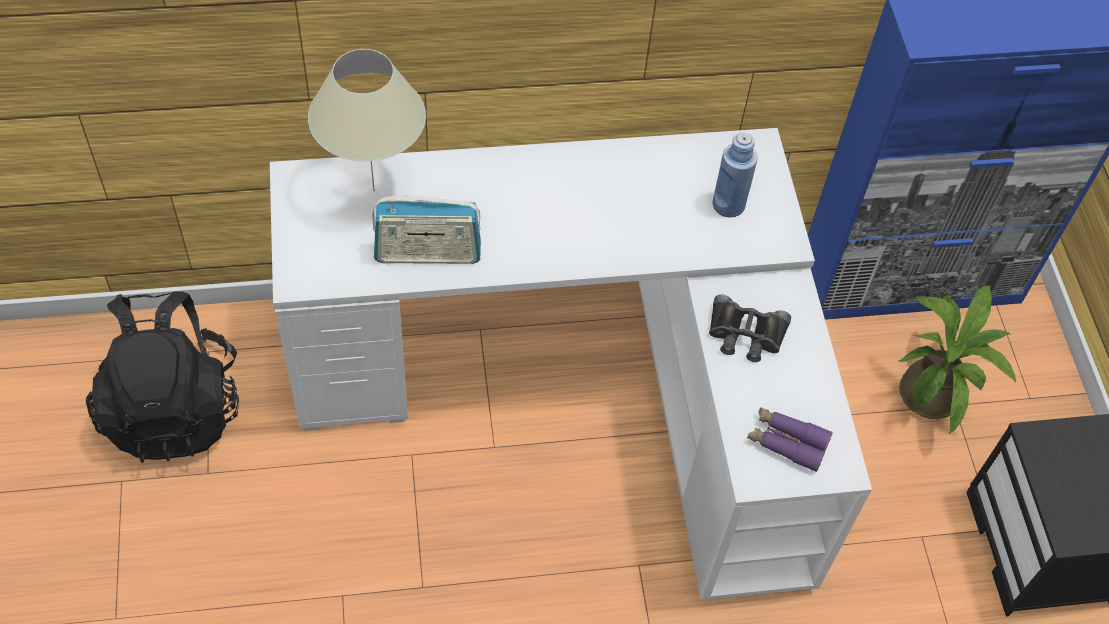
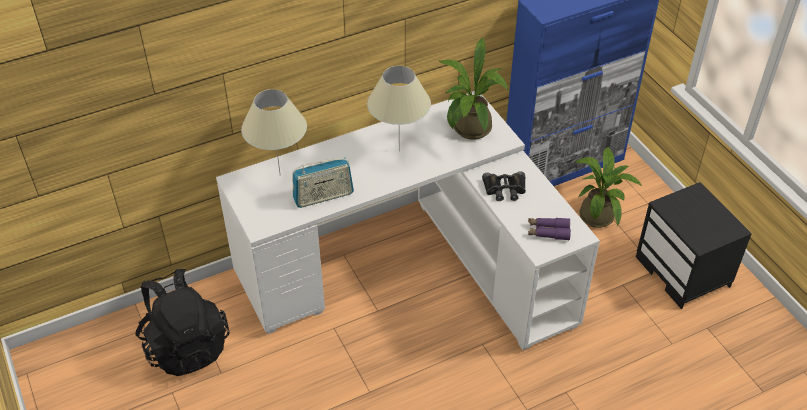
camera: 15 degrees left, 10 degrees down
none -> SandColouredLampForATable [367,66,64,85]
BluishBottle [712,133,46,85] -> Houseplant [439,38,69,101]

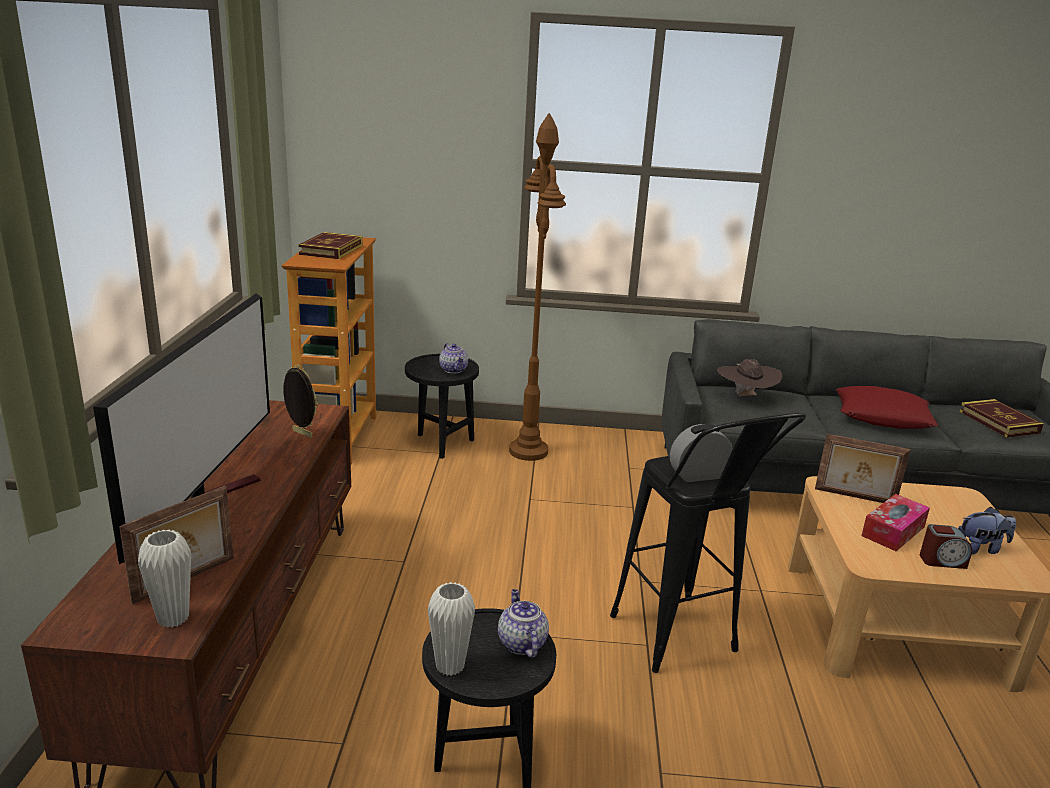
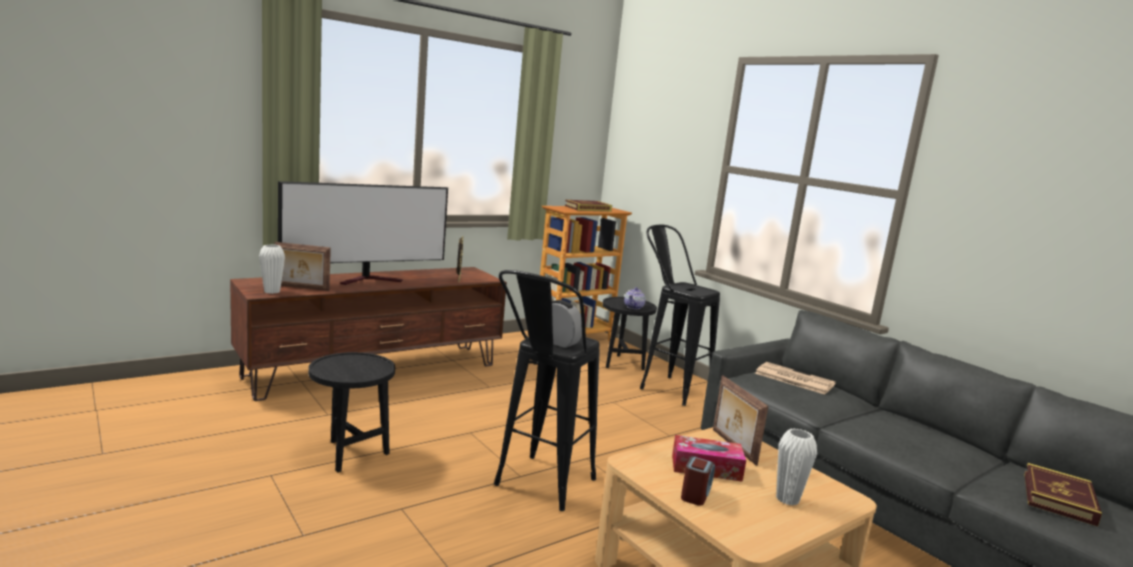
camera: 50 degrees right, 10 degrees down
BrownishStandardLamp [509,113,57,348] -> BlackishSittingStool [640,225,80,181]
AlarmClock [920,524,52,45] -> AlarmClock [681,456,34,50], 120 degrees counterclockwise
BrownishWearableHat [717,359,65,37] -> PrintedPaper [755,362,81,32]
WhiteColouredFlowerVase [428,582,47,94] -> WhiteColouredFlowerVase [776,428,41,78], move
TeaPot [498,589,51,69] -> none
RedColouredPillow [836,386,102,43] -> none
PlushToy [958,507,58,47] -> none

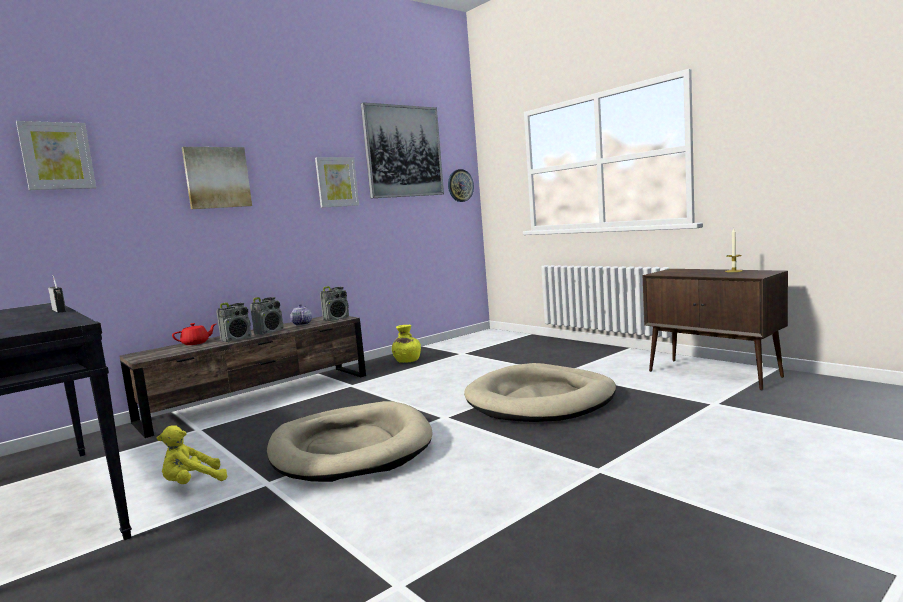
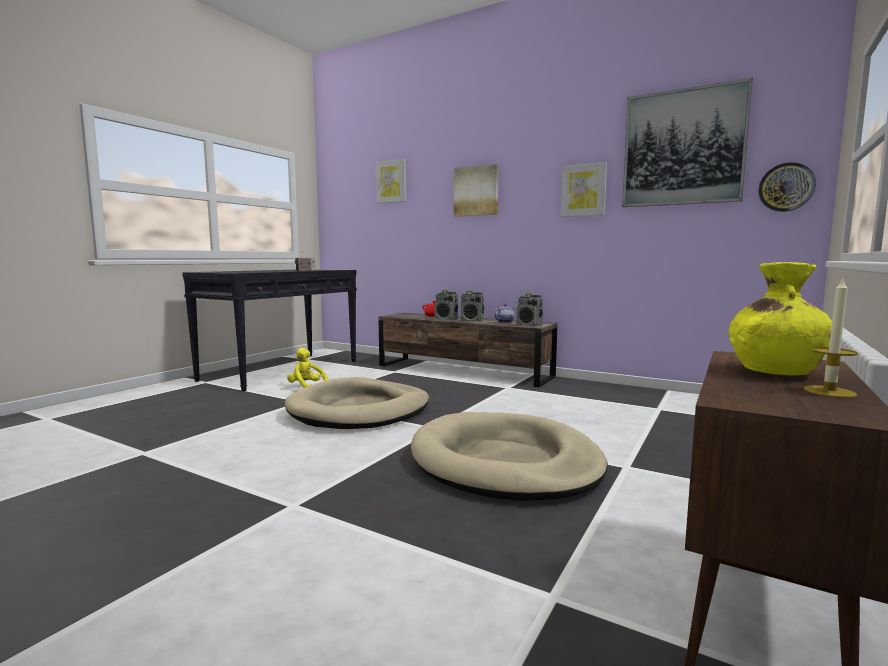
camera: 70 degrees right, 0 degrees up
YellowishFlowerVase [392,325,29,38] -> YellowishFlowerVase [729,262,103,113], move

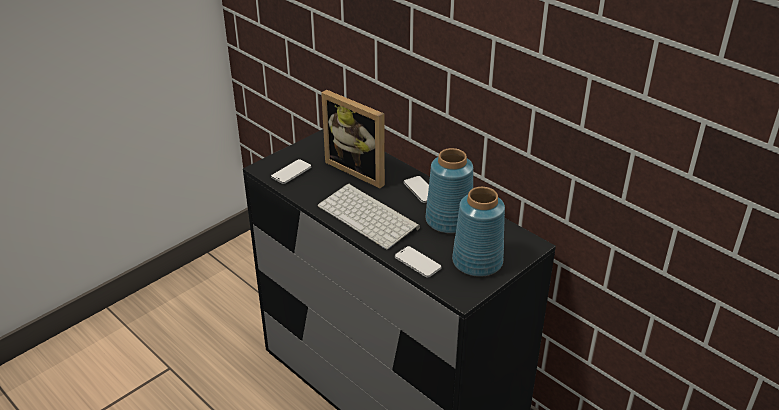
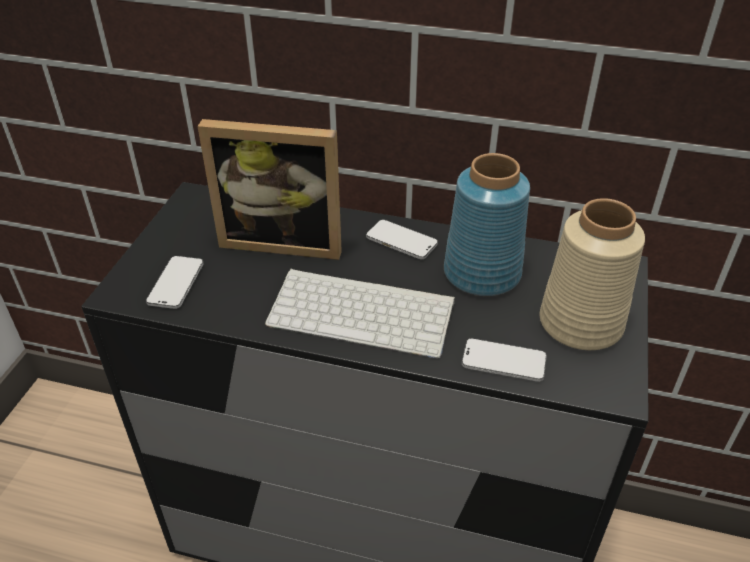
camera: 30 degrees left, 5 degrees up
BluishFlowerVase [452,187,53,90] -> SandColouredFlowerVase [540,198,105,152]

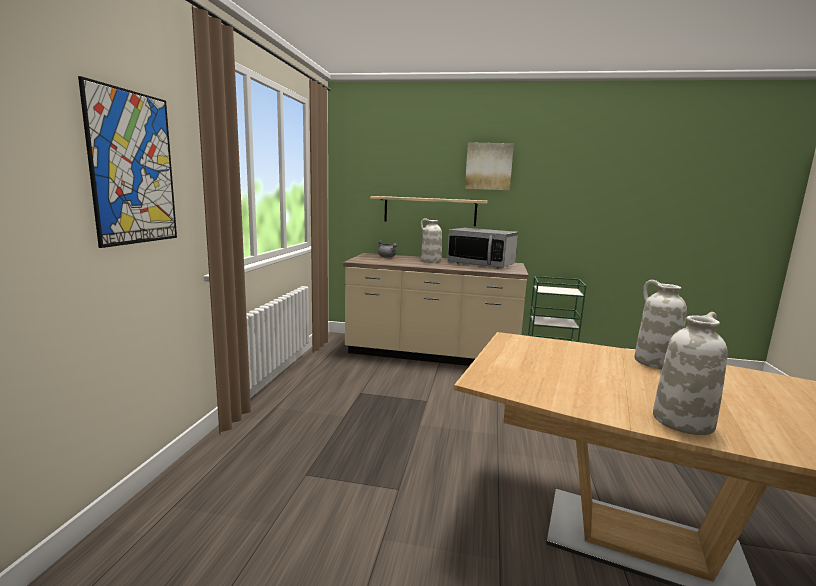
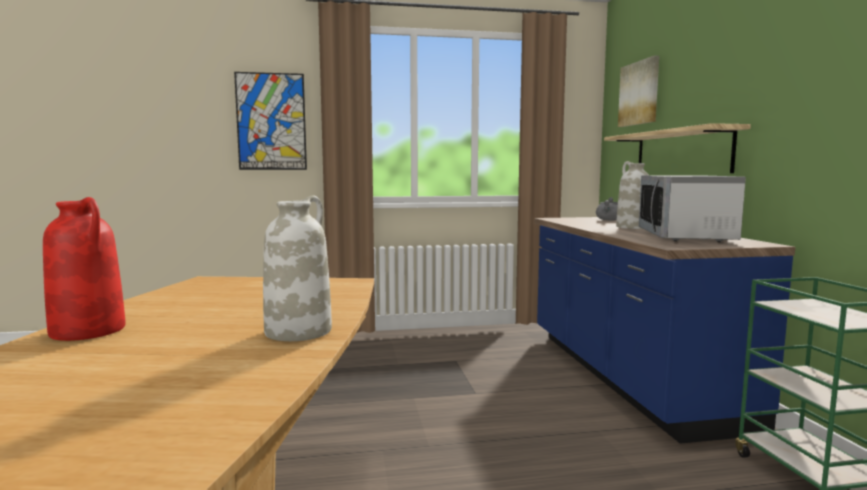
camera: 70 degrees right, 5 degrees down
WhiteColouredFlowerVase [653,312,75,123] -> RedColouredFlowerVase [43,197,83,144]
SandColouredCounter [343,253,186,113] -> BluishCounter [534,217,261,227]
WallPicture [465,142,49,48] -> WallPicture [618,56,41,71], move

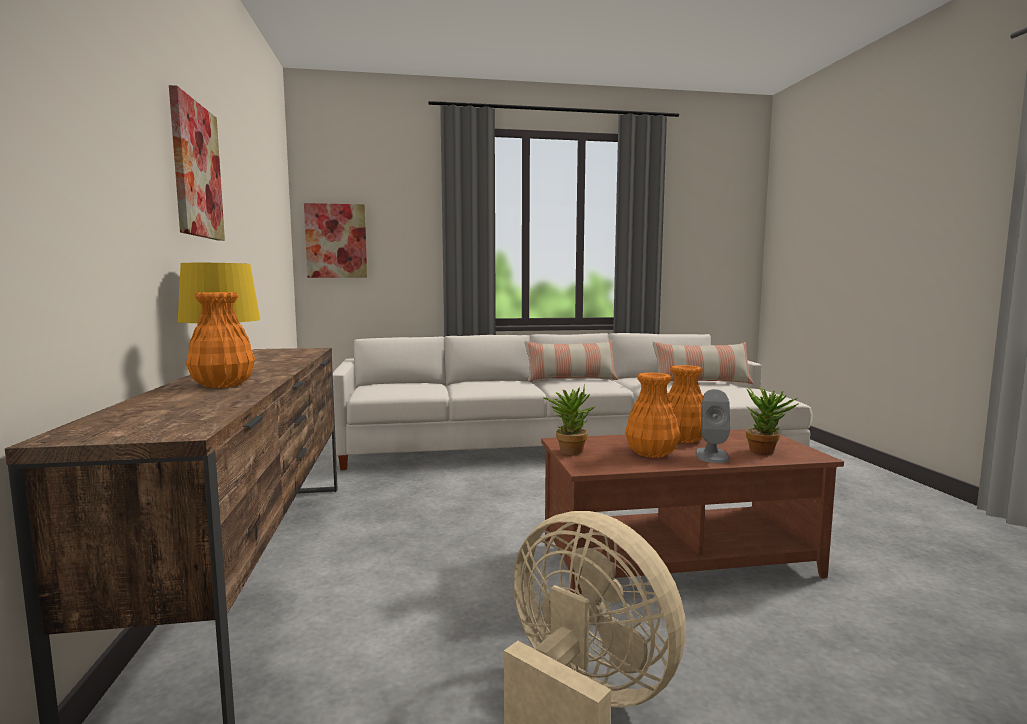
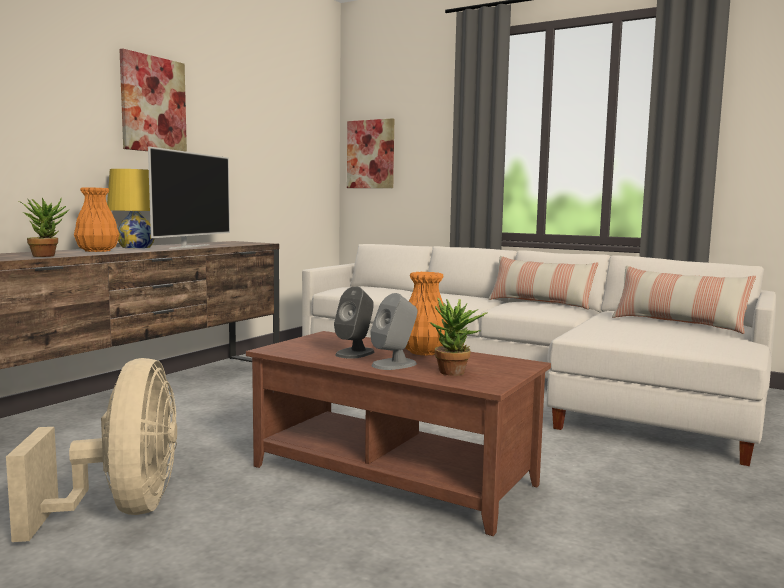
camera: 40 degrees right, 0 degrees up
Houseplant [543,384,52,71] -> Houseplant [19,198,50,59], move
none -> Television [148,146,82,103]
OrangeyFlowerVase [625,372,55,86] -> GraySpeaker [334,286,40,73]

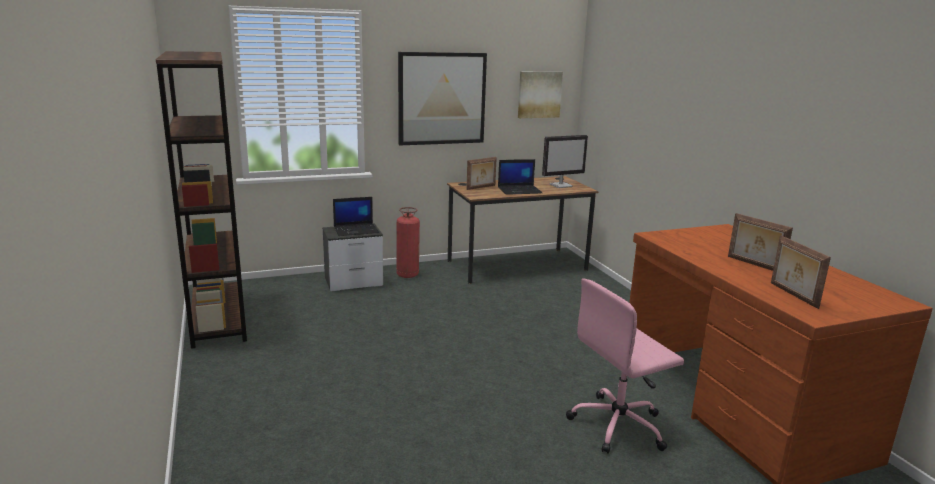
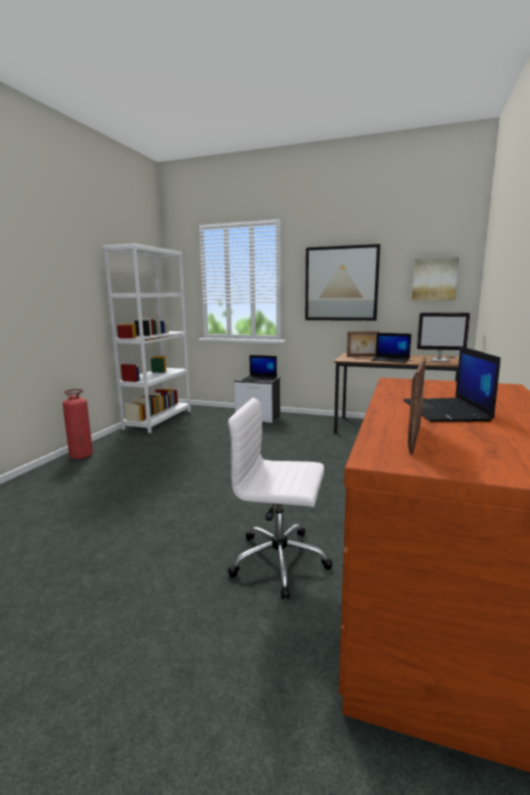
camera: 40 degrees right, 5 degrees down
Extinguisher [396,207,24,71] -> Extinguisher [63,389,30,70], move
BrownishBookshelf [156,51,91,298] -> WhiteColouredBookshelf [103,243,88,190]
PinkComputerChair [566,279,118,175] -> WhiteColouredComputerChair [228,398,105,202]
PictureFrame [728,213,65,58] -> NotebookComputer [403,346,98,76]

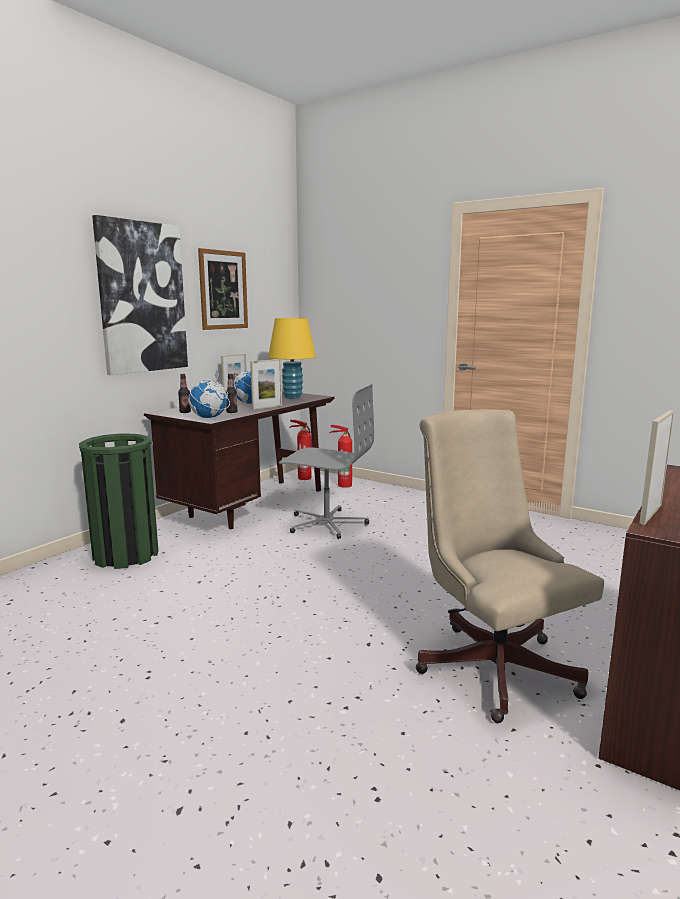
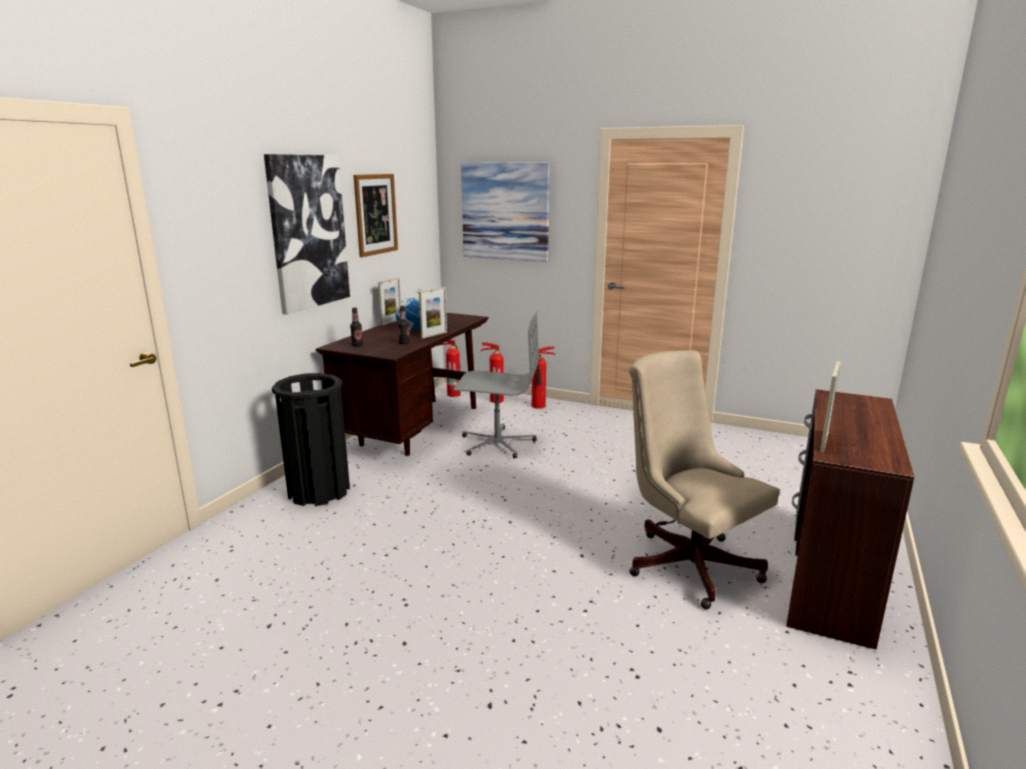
camera: 10 degrees left, 5 degrees up
GreenRubbishBin [79,433,79,136] -> BlackishRubbishBin [272,373,78,133]
none -> WallPicture [461,162,89,100]
none -> Extinguisher [532,346,23,63]
DeskGlobe [189,370,41,48] -> none
YellowishLampForATable [268,318,48,80] -> none

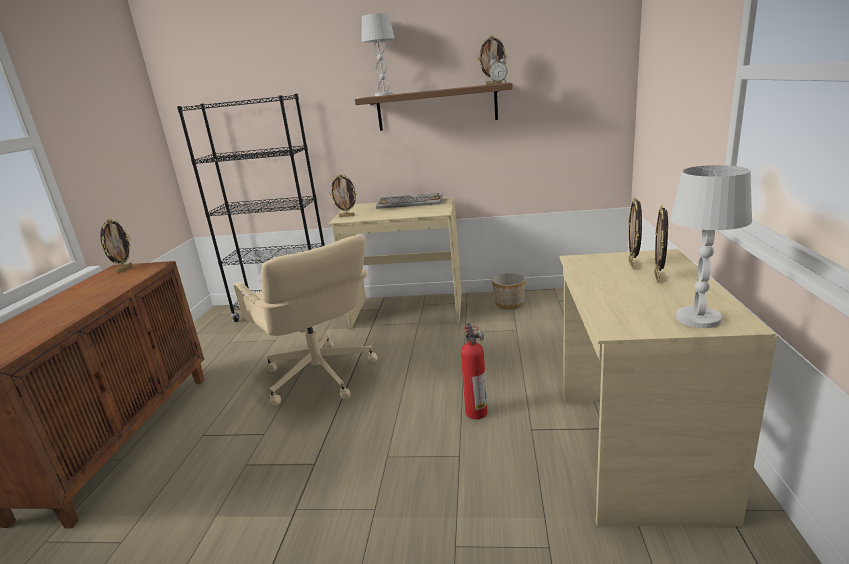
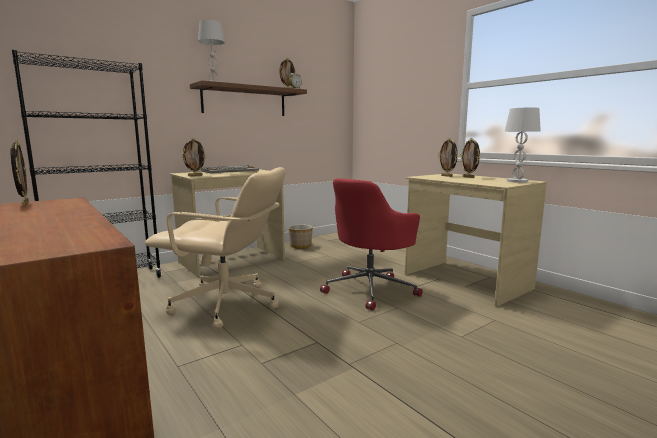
camera: 45 degrees left, 10 degrees down
Extinguisher [461,323,27,96] -> RedColouredComputerChair [320,178,103,133]

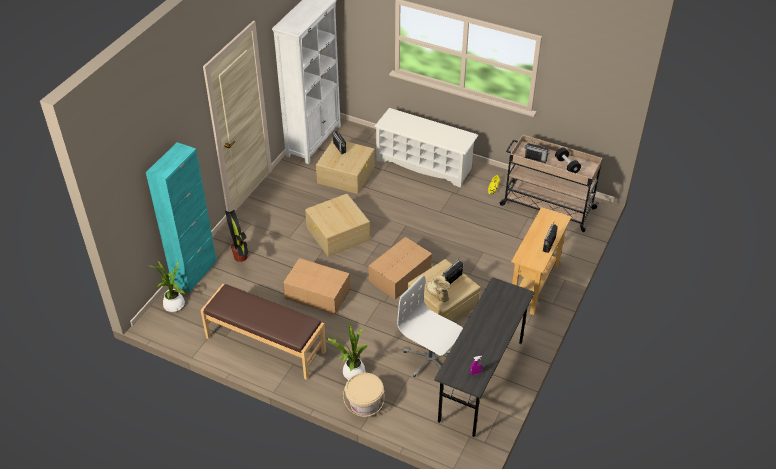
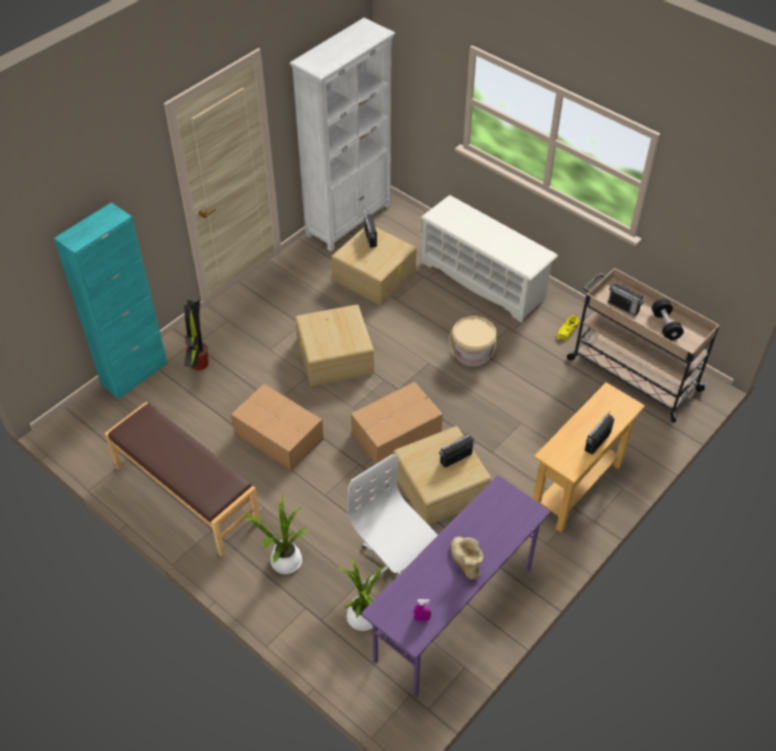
camera: 15 degrees right, 5 degrees up
Houseplant [150,260,35,52] -> Houseplant [337,557,47,74], move
GrayDesk [435,277,100,160] -> PurpleDesk [362,475,189,222]
SandColouredWaterBucket [343,373,42,44] -> SandColouredWaterBucket [449,316,48,51], move
TallBoot [426,276,24,26] -> TallBoot [451,536,33,43], move

